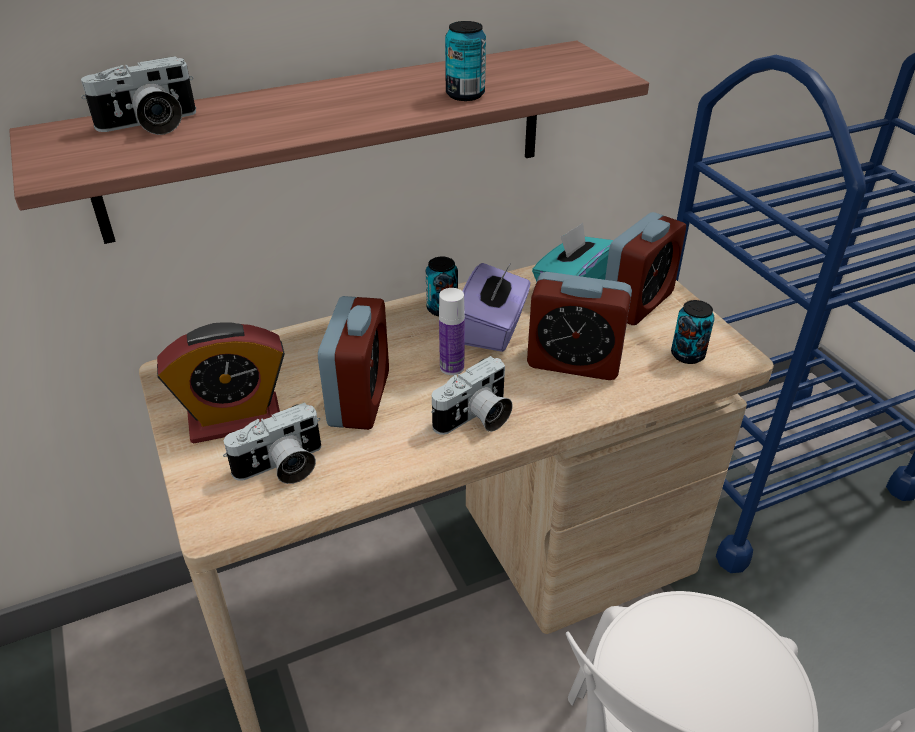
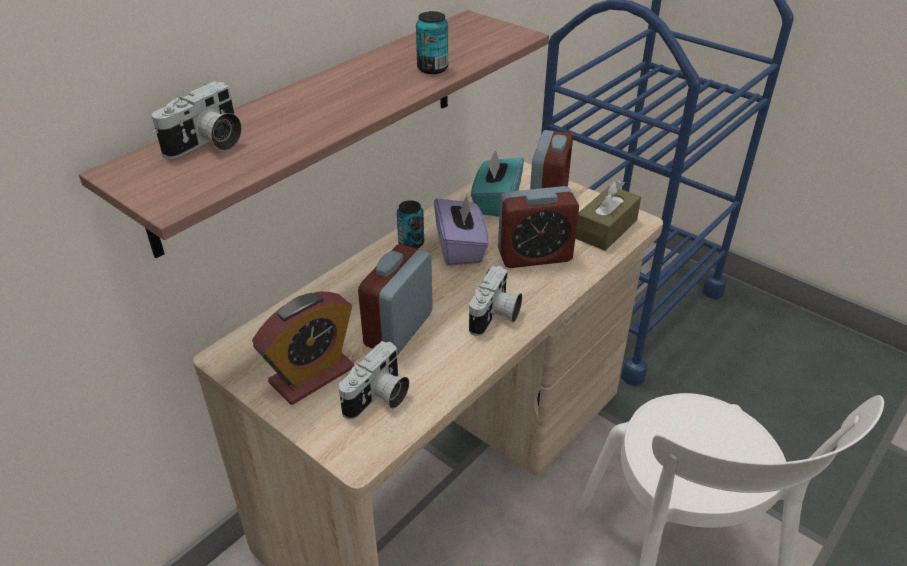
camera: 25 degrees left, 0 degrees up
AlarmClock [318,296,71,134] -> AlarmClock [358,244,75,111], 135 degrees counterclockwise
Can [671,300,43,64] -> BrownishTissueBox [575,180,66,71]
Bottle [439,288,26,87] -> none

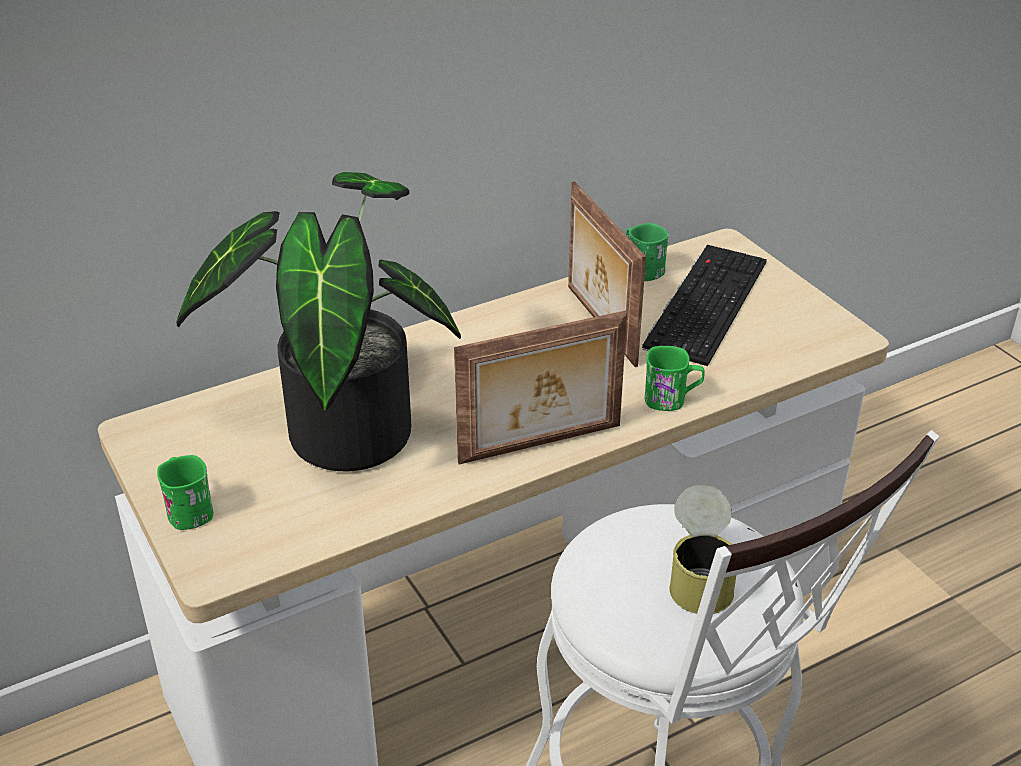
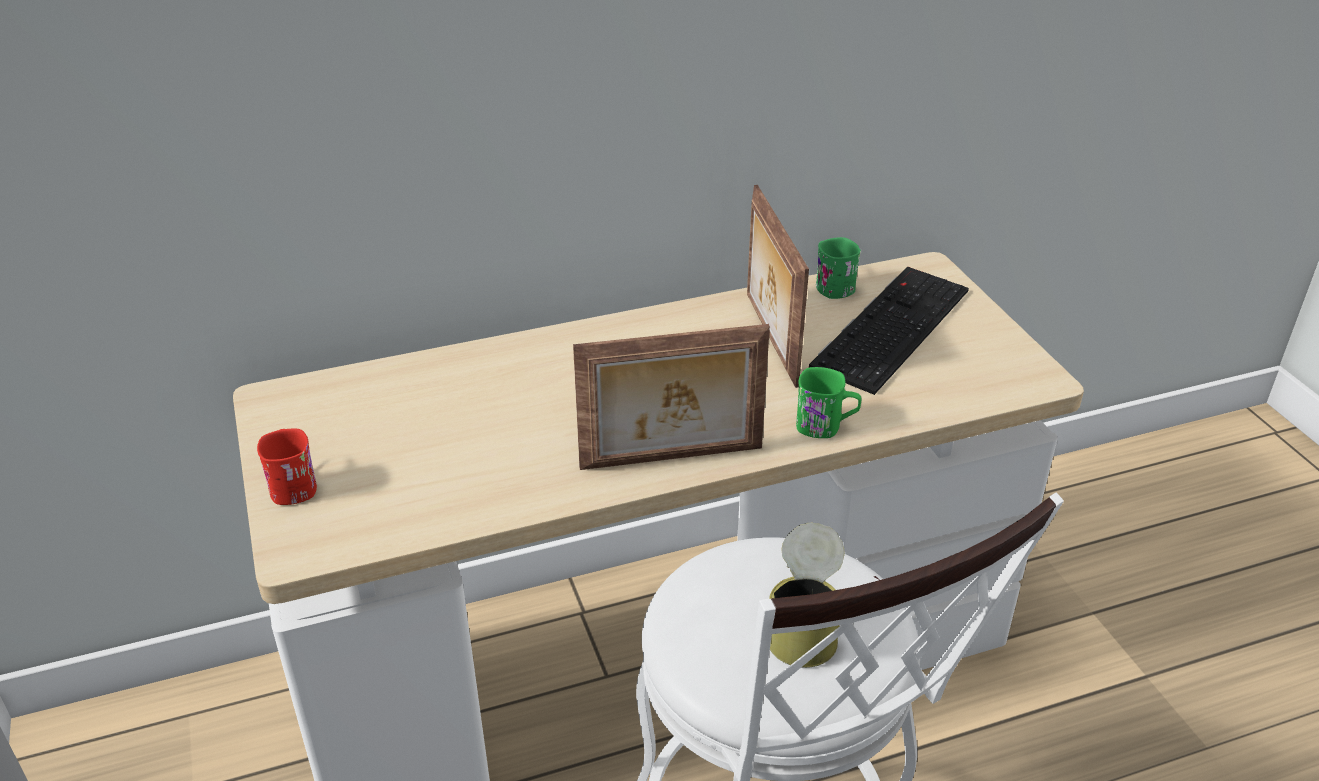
camera: 10 degrees right, 0 degrees up
GreenMug [157,455,56,75] -> RedColouredMug [257,429,60,76]
Houseplant [176,172,285,299] -> none

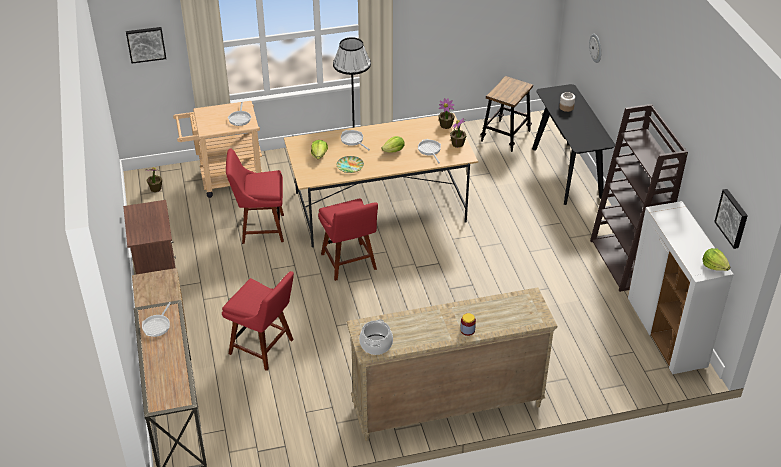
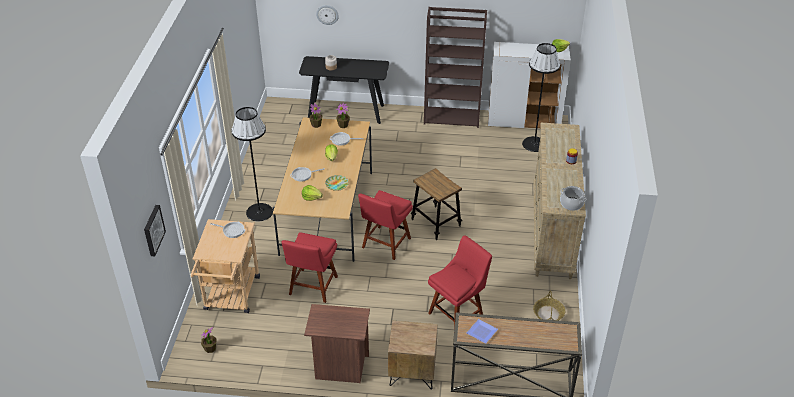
camera: 70 degrees left, 0 degrees up
RedColouredUprightChair [318,198,60,83] -> RedColouredUprightChair [358,190,55,70], 120 degrees clockwise
SittingStool [481,76,52,76] -> SittingStool [411,168,51,72], move
Skillet [142,302,29,35] -> FlatDish [467,319,31,25]
none -> BlackishStandardLamp [522,43,38,109]
none -> HouseholdBasket [533,291,32,30]
WallPicture [714,189,34,60] -> none

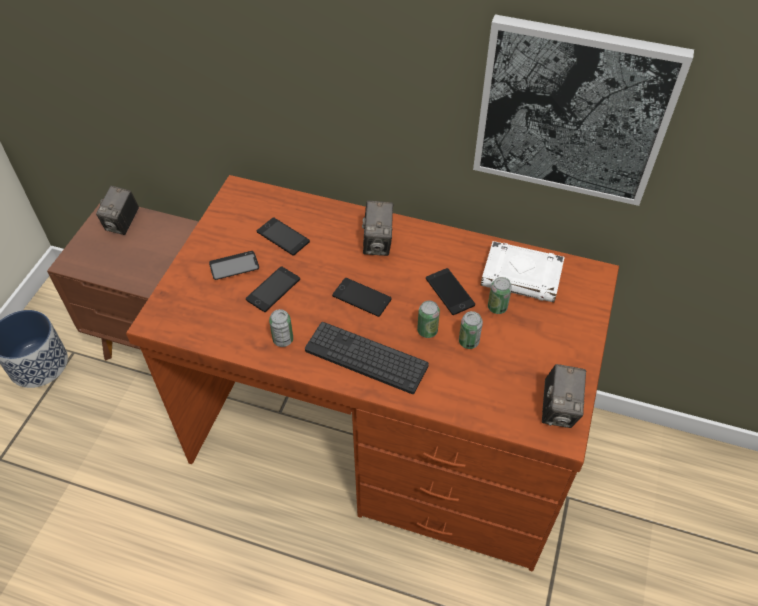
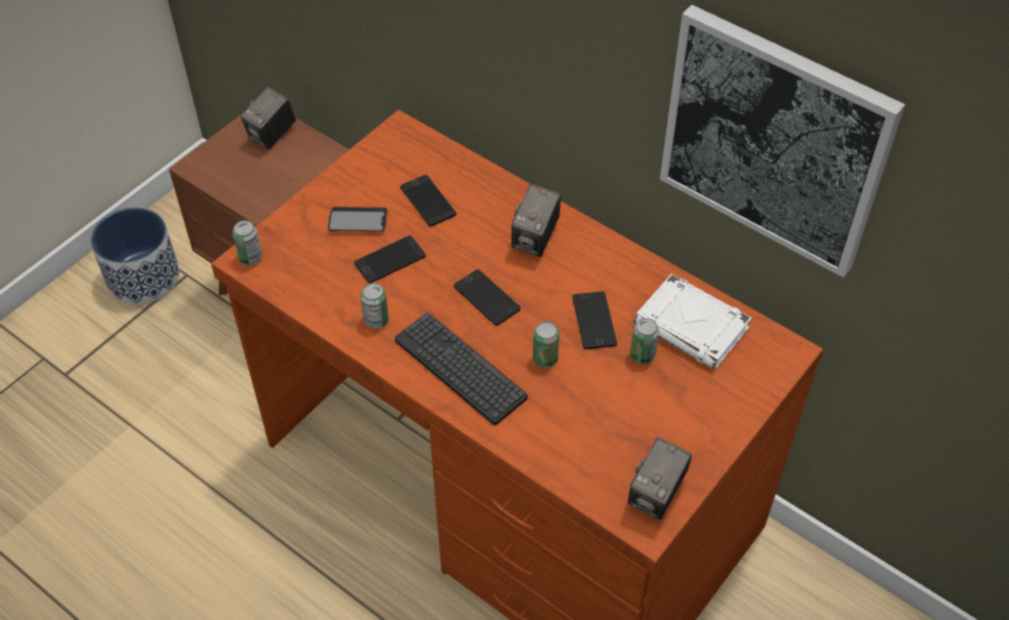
camera: 20 degrees right, 0 degrees up
Can [459,311,24,38] -> Can [232,220,30,46], move

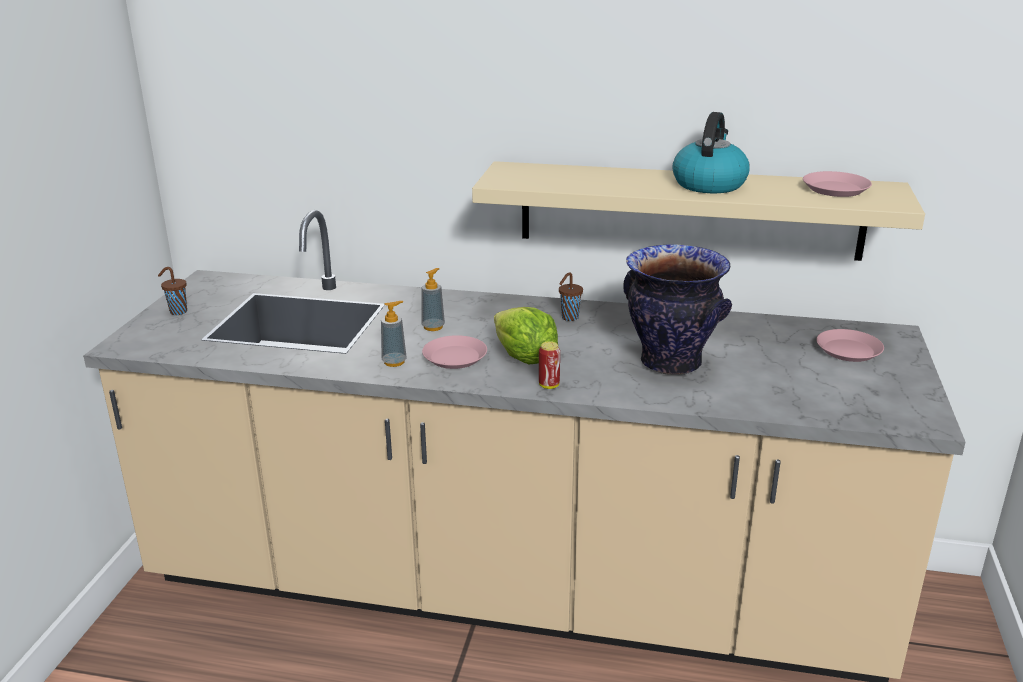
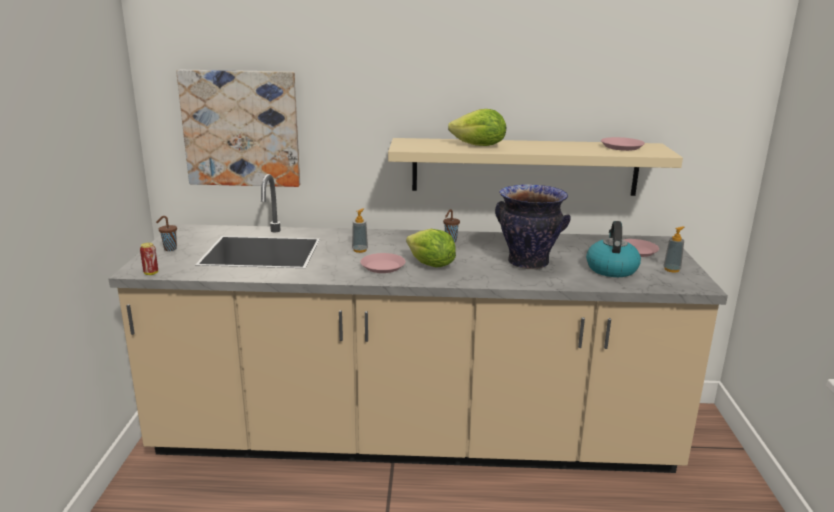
camera: 10 degrees left, 5 degrees down
Can [539,341,21,48] -> Can [140,243,18,32], move
none -> WallPicture [176,70,124,117]
none -> Lettuce [448,109,58,37]
Kettle [672,112,78,81] -> Kettle [586,221,55,56], move
SoapBottle [381,301,26,66] -> SoapBottle [663,226,22,47], move

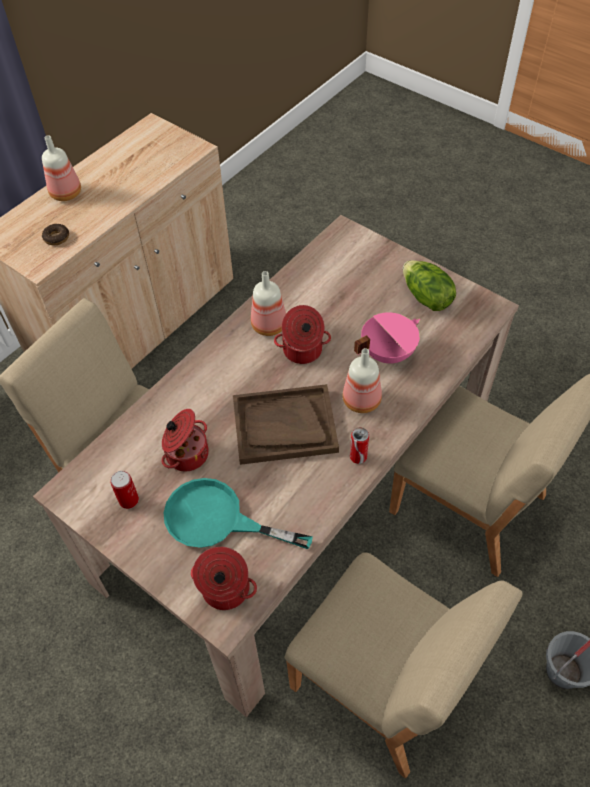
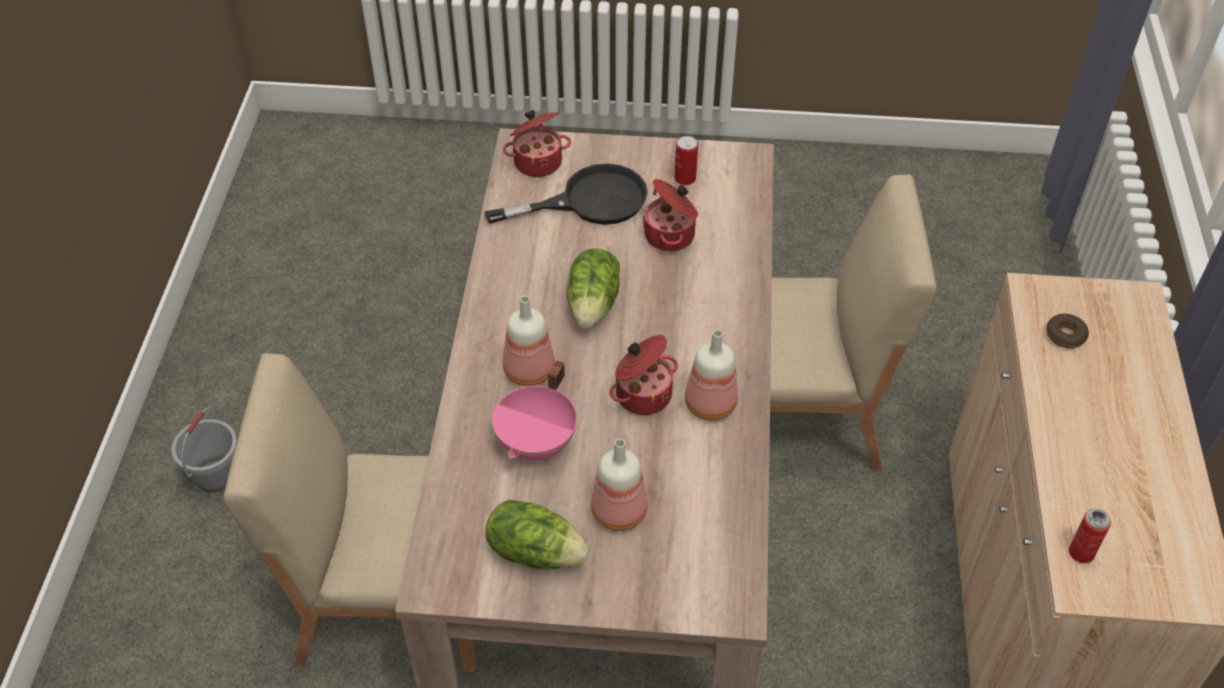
camera: 145 degrees right, 5 degrees down
BlueGreenSkillet [163,478,150,71] -> BlackishSkillet [485,163,163,62]
BrownishTray [233,384,106,81] -> Lettuce [567,248,53,81]
Bottle [42,135,39,66] -> Bottle [591,439,57,92], move
Can [350,427,19,37] -> Can [1069,509,42,54], move
SandColouredUprightChair [285,552,238,226] -> none

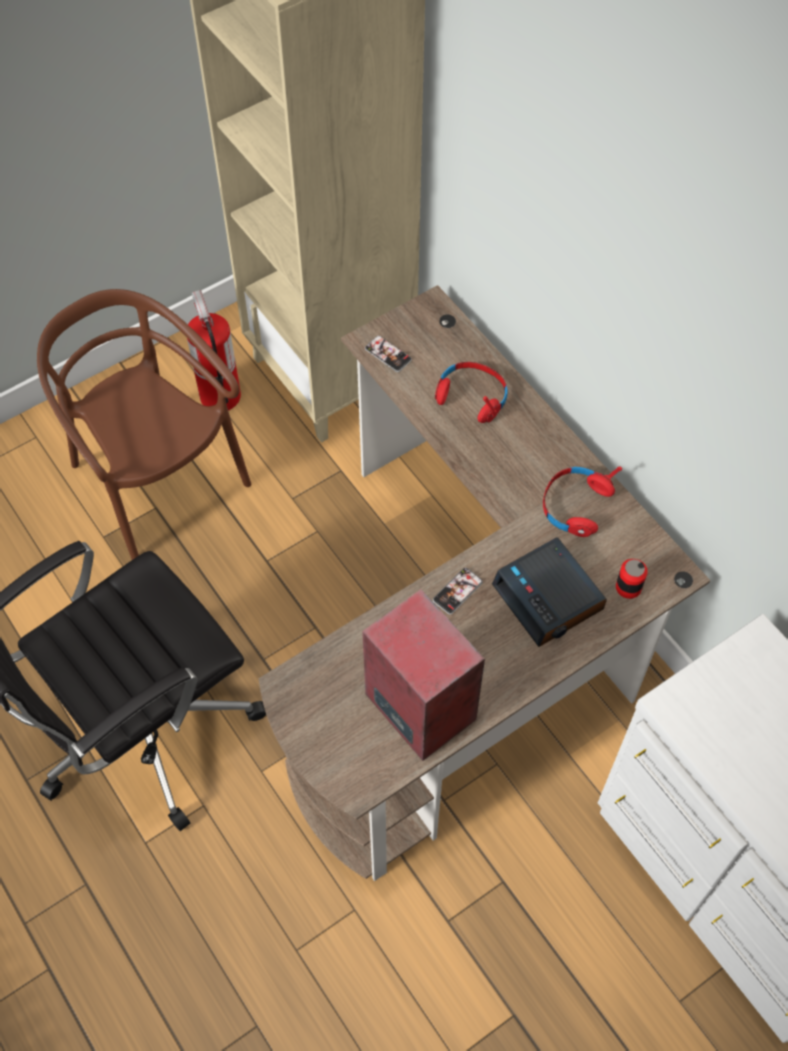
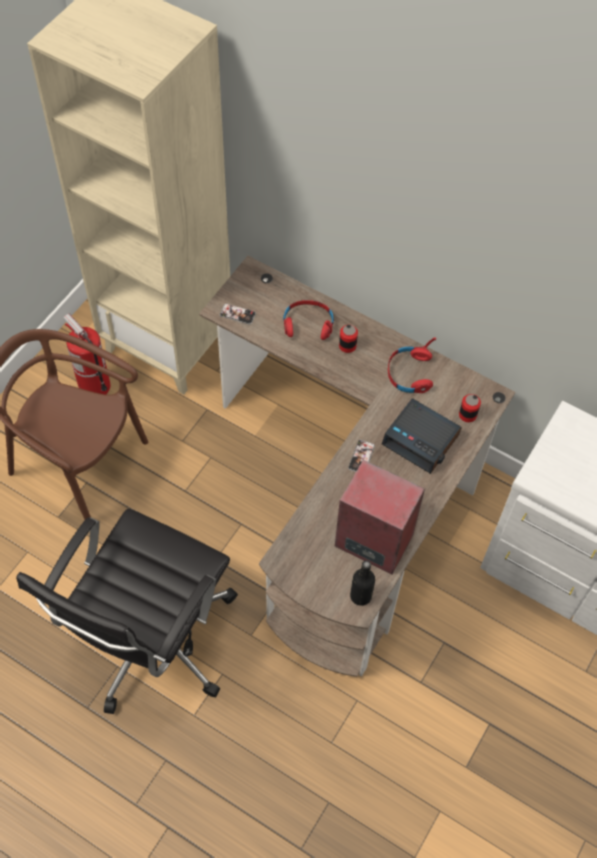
camera: 25 degrees left, 0 degrees up
none -> Can [339,325,19,28]
none -> BlackishBottle [350,560,25,46]

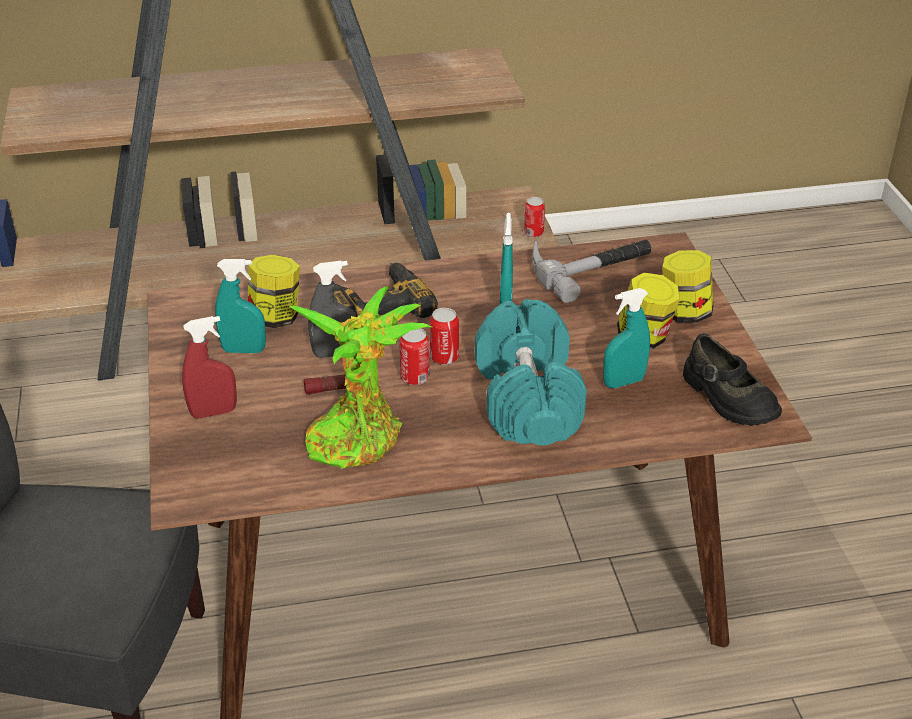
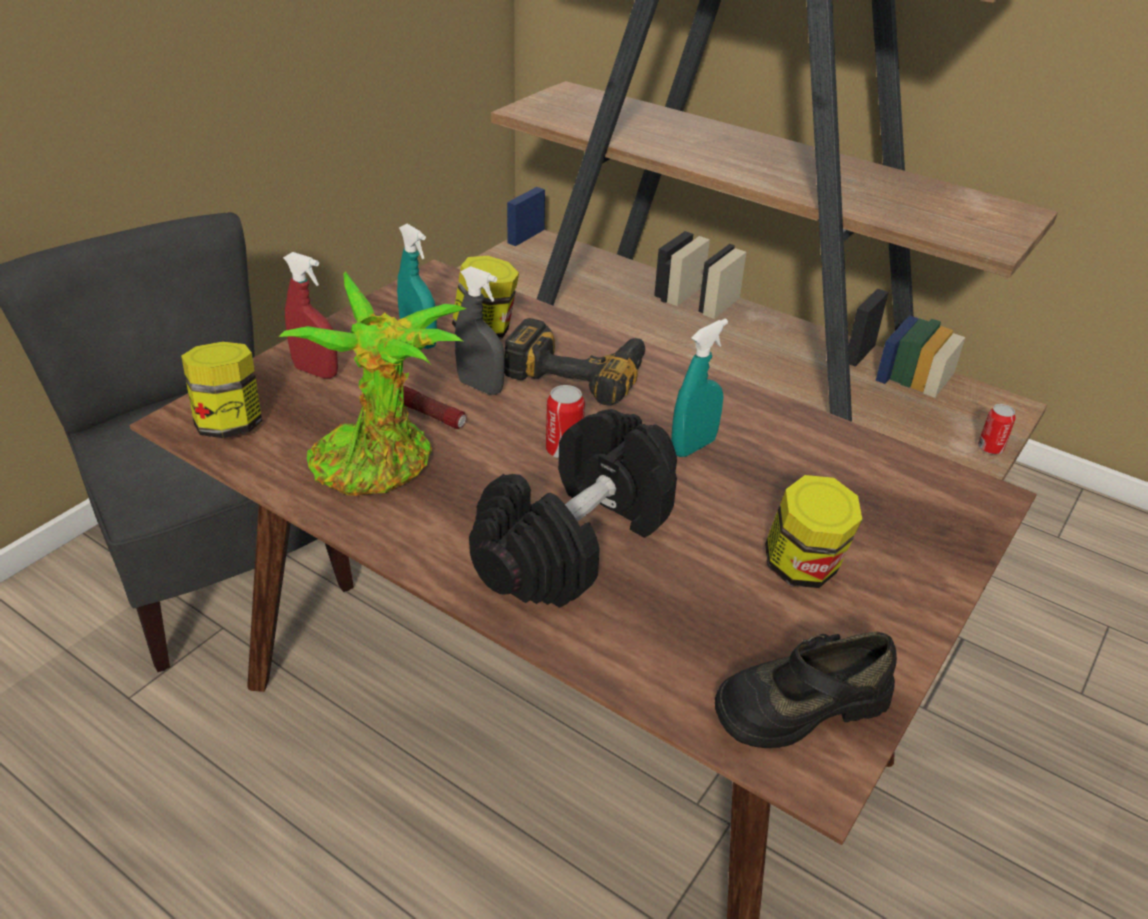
camera: 45 degrees right, 0 degrees up
PreserveJar [662,250,51,73] -> PreserveJar [181,342,81,96], move
BlueGreenHandWeight [475,299,112,146] -> BlackishHandWeight [469,409,208,199]
BlackishItemOfFootwear [683,333,99,93] -> BlackishItemOfFootwear [715,632,182,116], 60 degrees clockwise
Can [399,328,31,57] -> none
ToolHammer [533,239,118,64] -> none
BlueGreenSprayer [603,288,47,100] -> none

